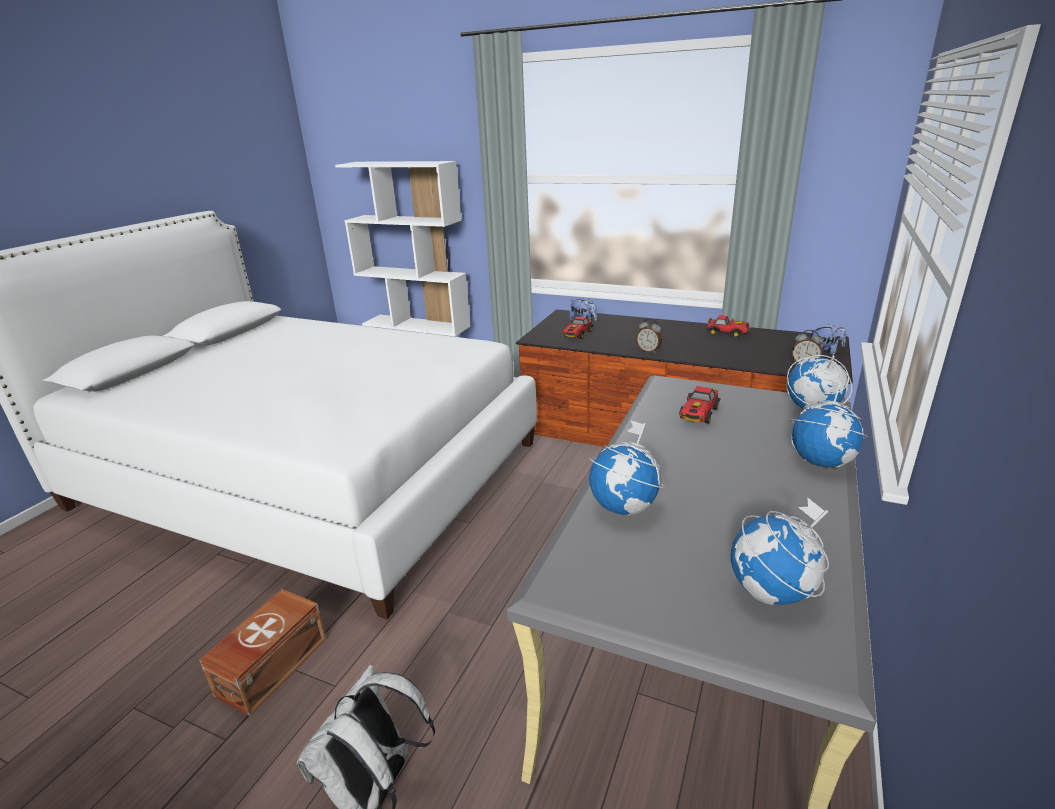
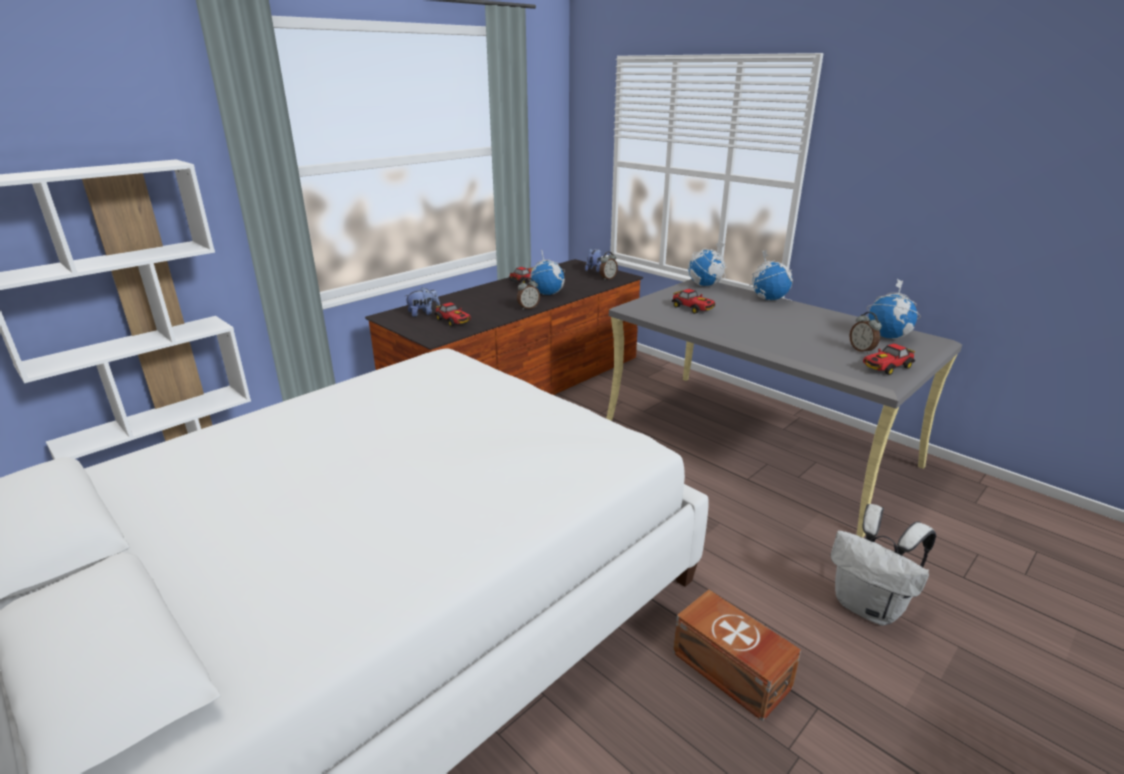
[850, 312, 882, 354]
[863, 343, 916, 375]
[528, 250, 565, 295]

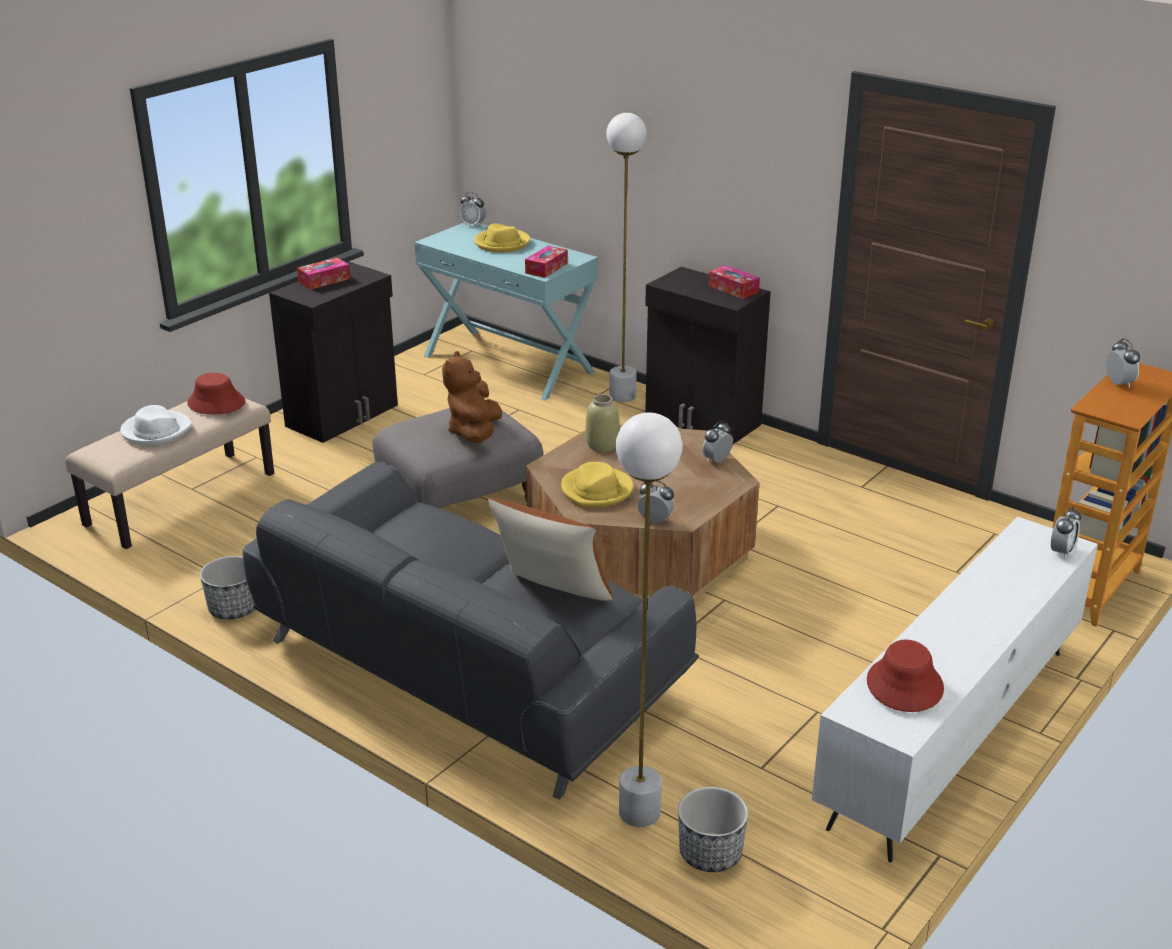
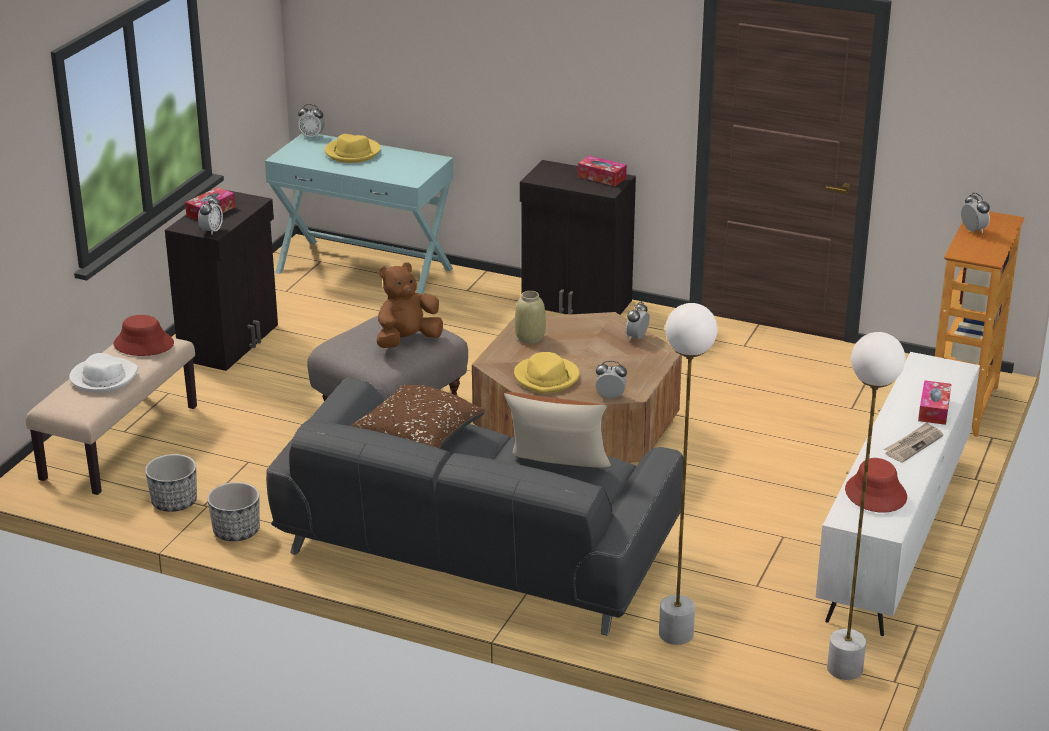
[350, 385, 485, 449]
[884, 422, 943, 462]
[918, 380, 952, 425]
[827, 332, 905, 680]
[145, 454, 197, 512]
[198, 195, 223, 235]
[377, 262, 443, 348]

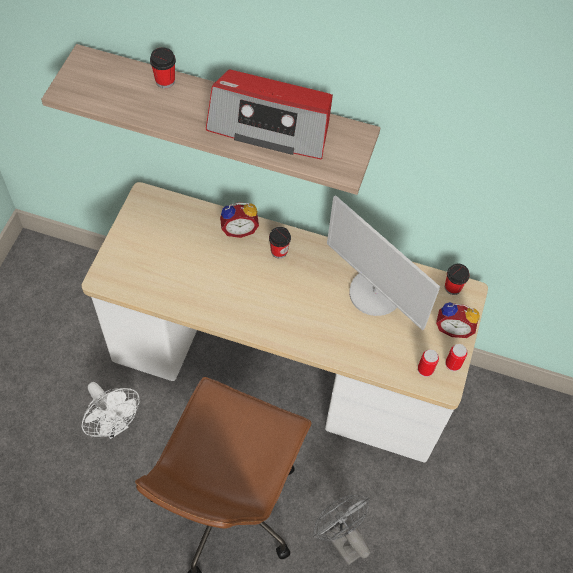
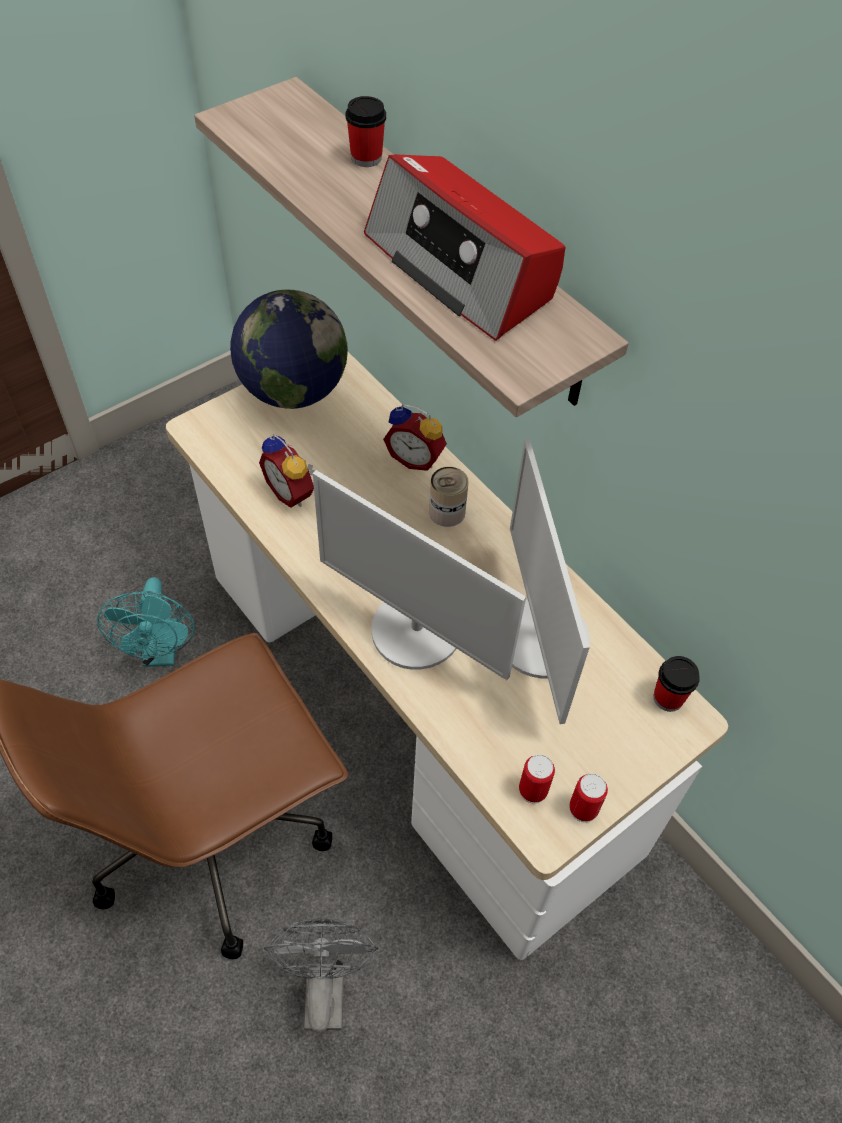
[230, 290, 348, 409]
[313, 470, 526, 680]
[259, 434, 315, 508]
[429, 467, 469, 527]
[97, 577, 195, 667]

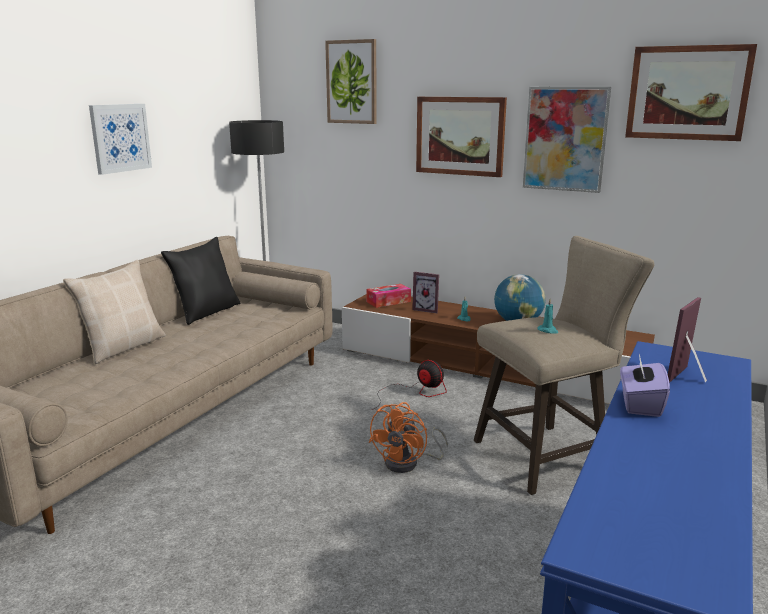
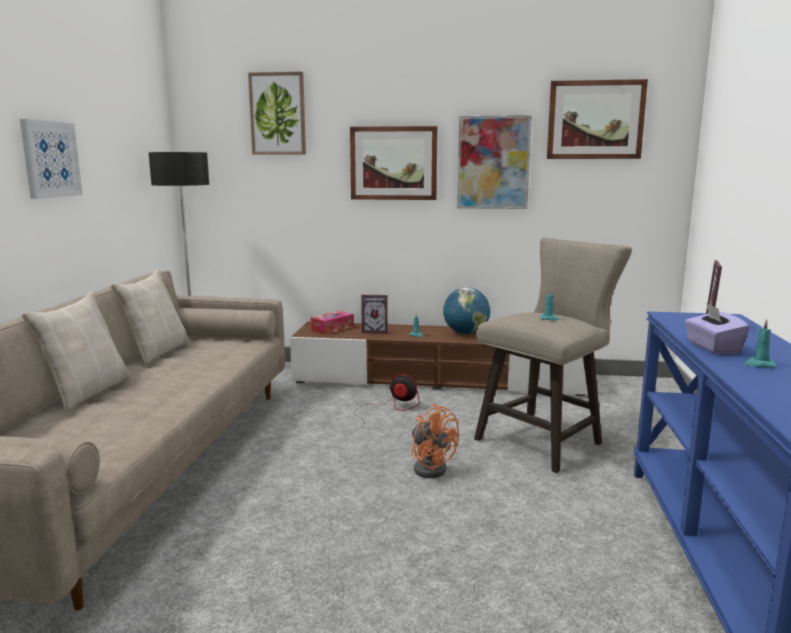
[743, 319, 776, 367]
[110, 270, 189, 364]
[411, 404, 459, 478]

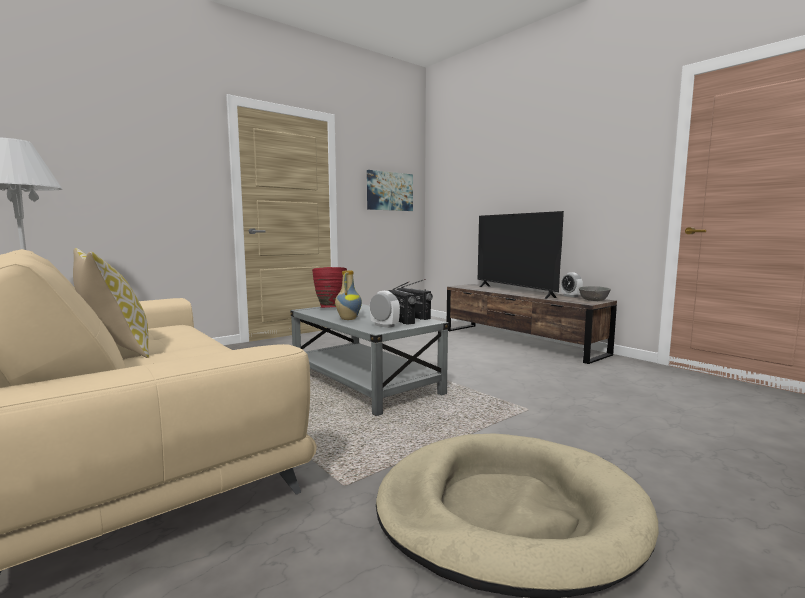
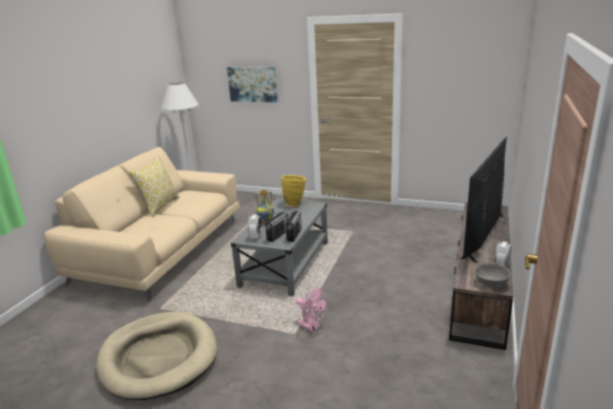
[296, 287, 327, 332]
[227, 67, 278, 102]
[281, 175, 306, 206]

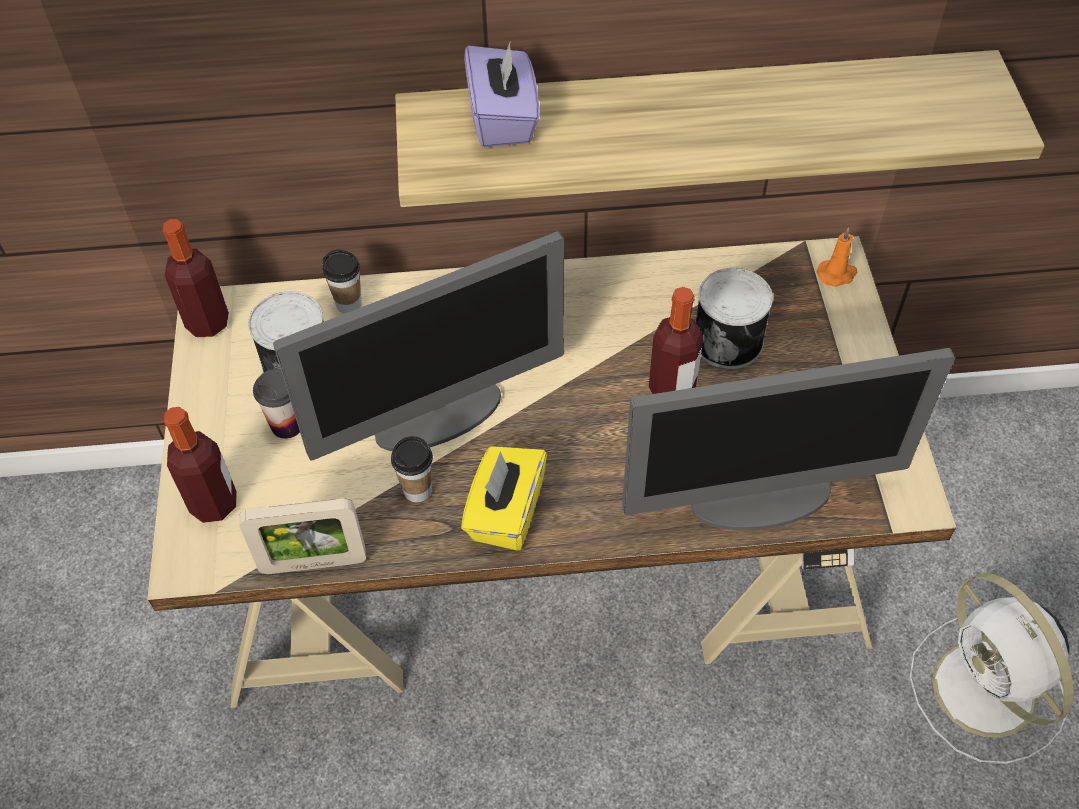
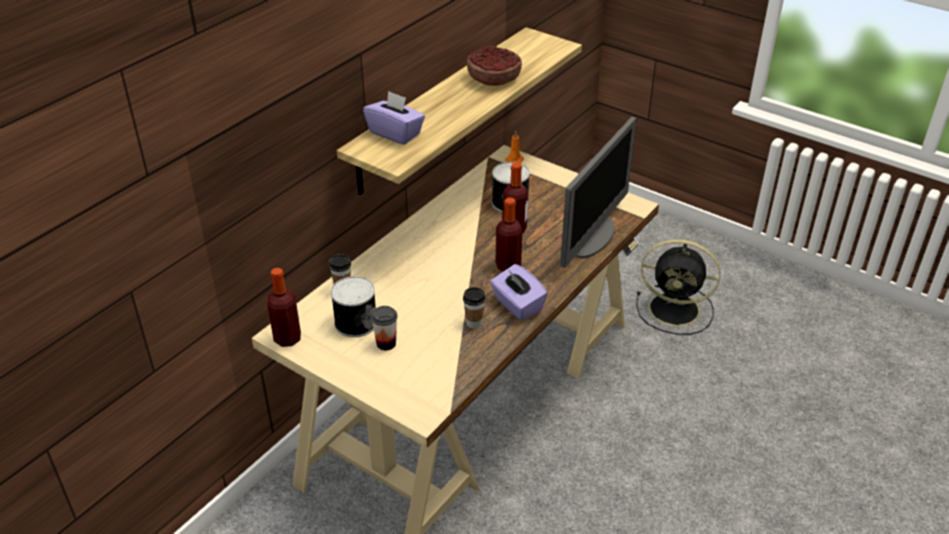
[239, 499, 366, 574] (first image)
[273, 232, 565, 461] (first image)
[467, 46, 522, 86]
[495, 197, 523, 271]
[490, 264, 548, 320]
[637, 239, 721, 335]

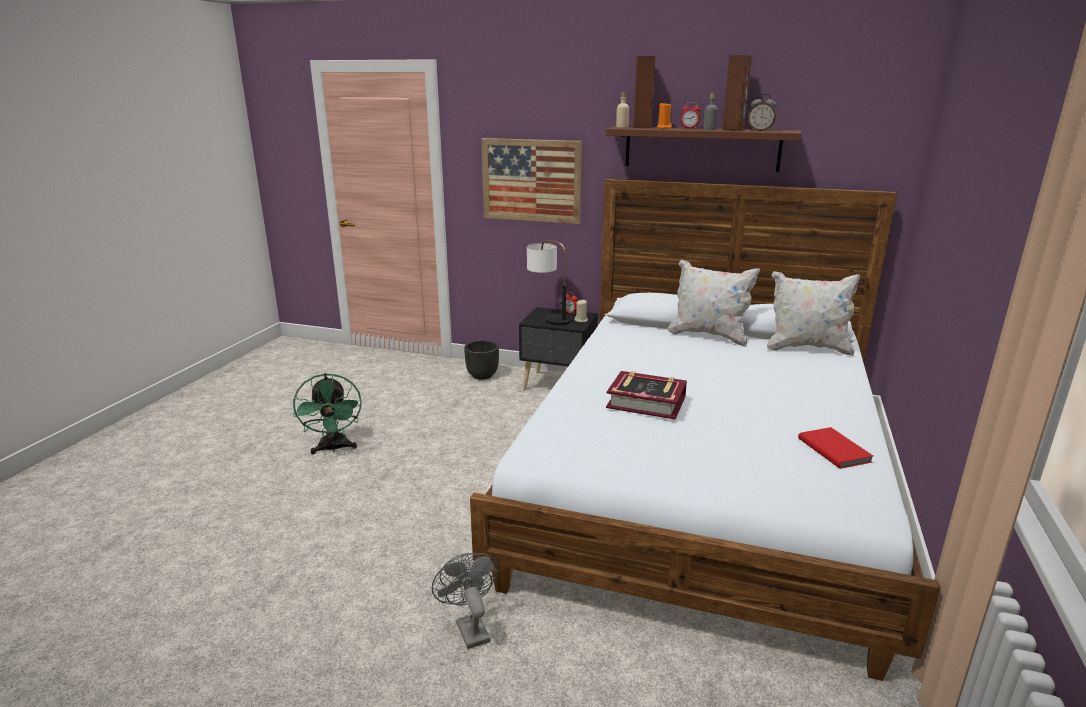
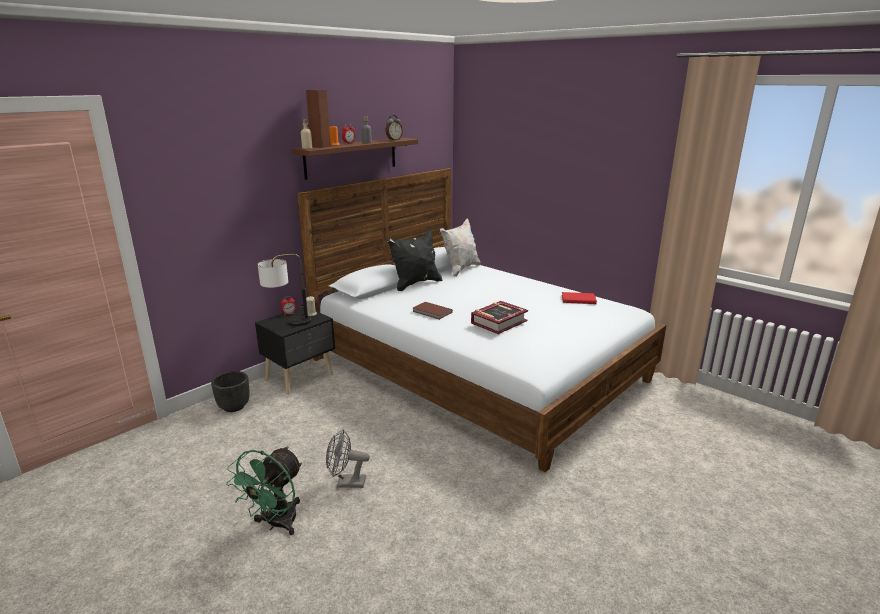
[481, 138, 582, 224] (first image)
[722, 55, 752, 131] (first image)
[412, 302, 453, 320]
[326, 429, 370, 488]
[386, 229, 442, 291]
[226, 446, 302, 535]

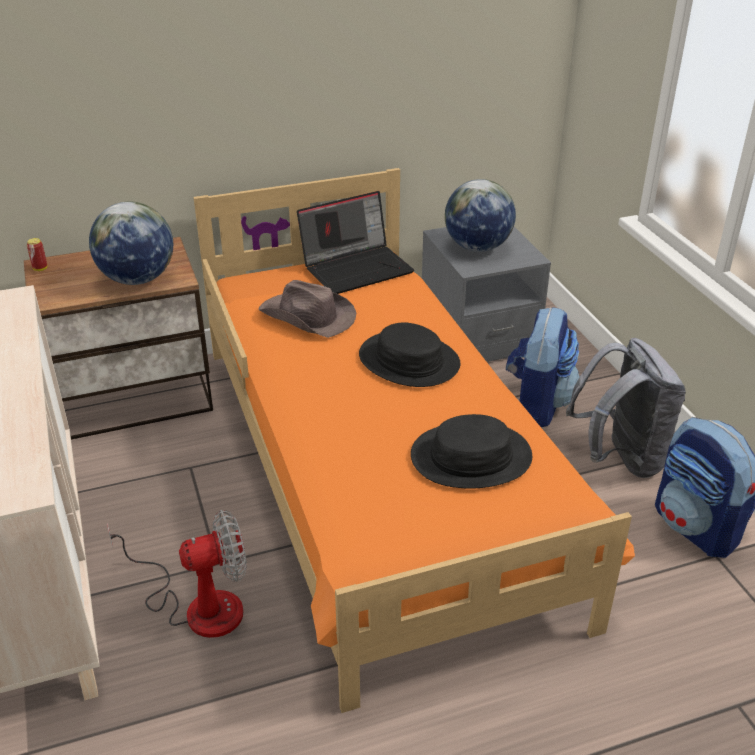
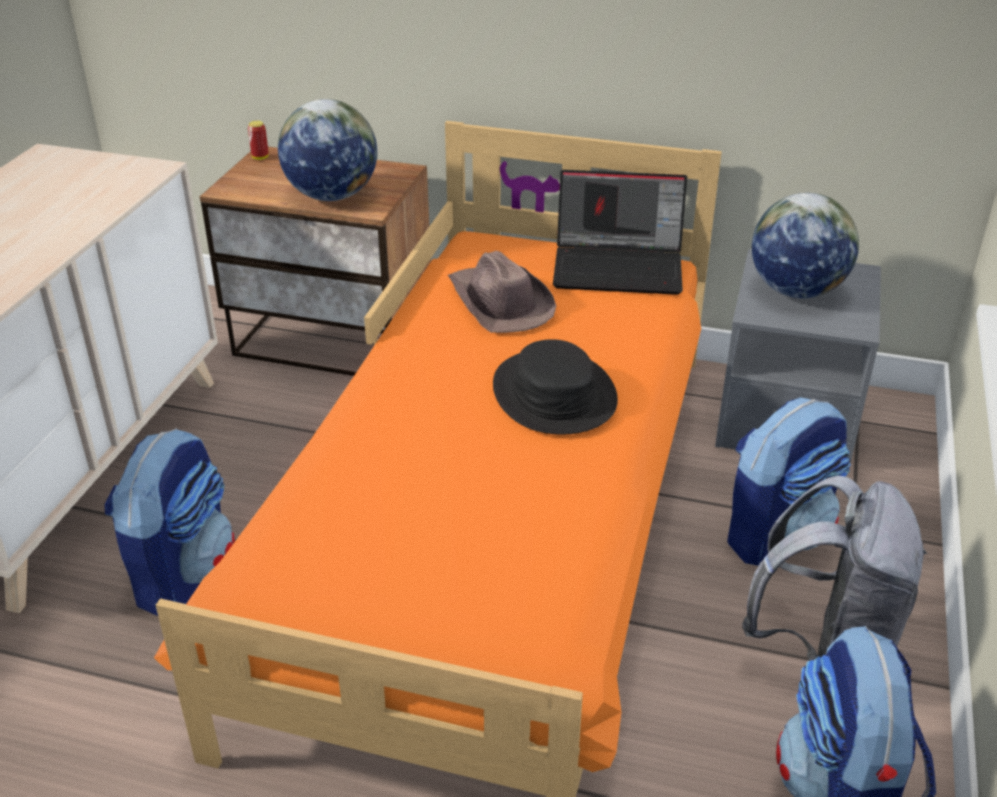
[411, 414, 532, 489] (first image)
[105, 429, 235, 616]

